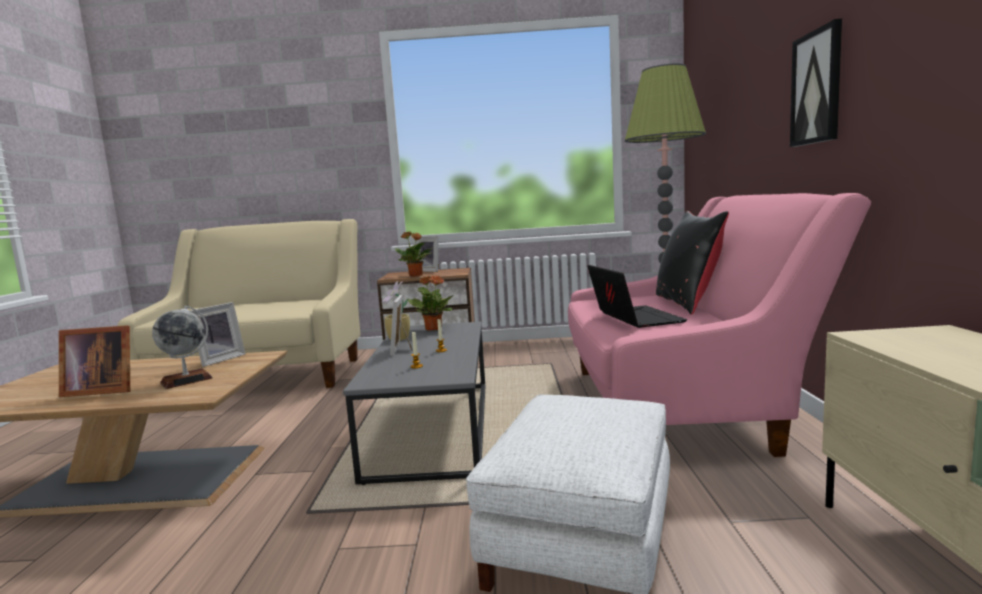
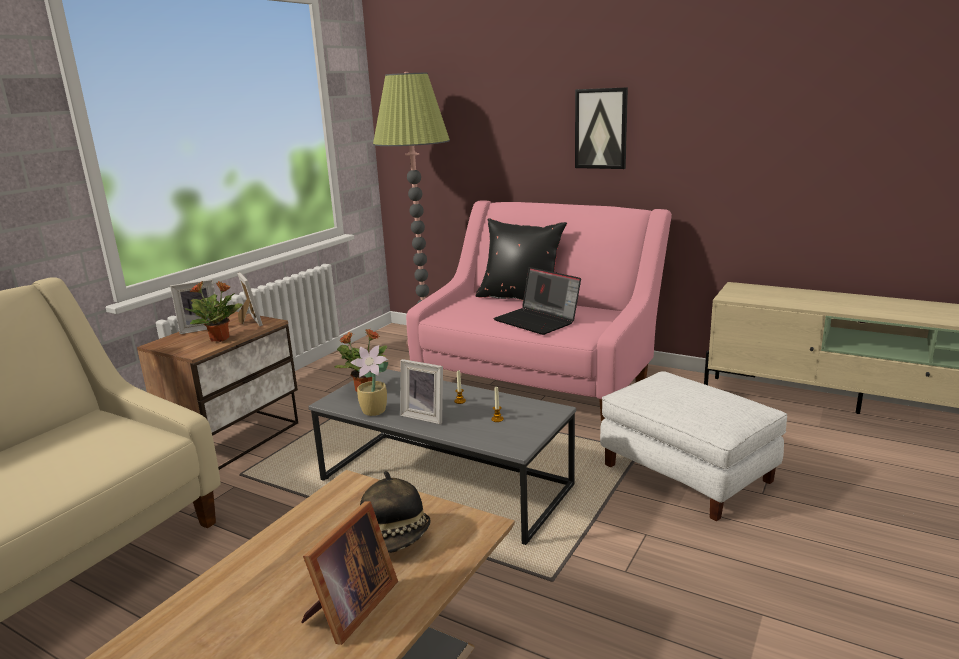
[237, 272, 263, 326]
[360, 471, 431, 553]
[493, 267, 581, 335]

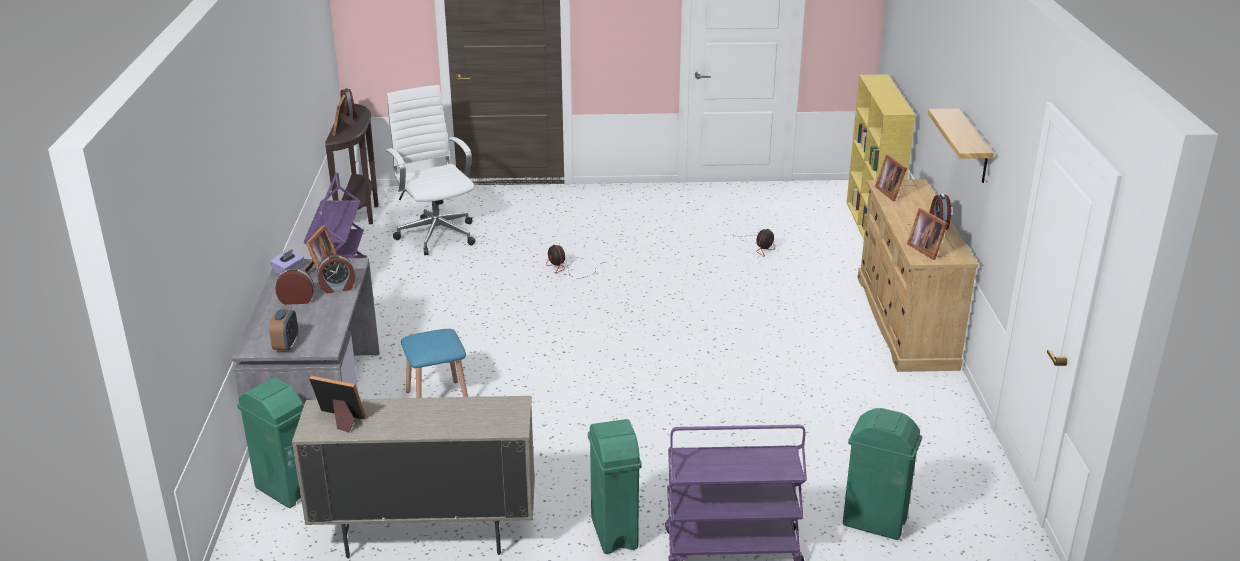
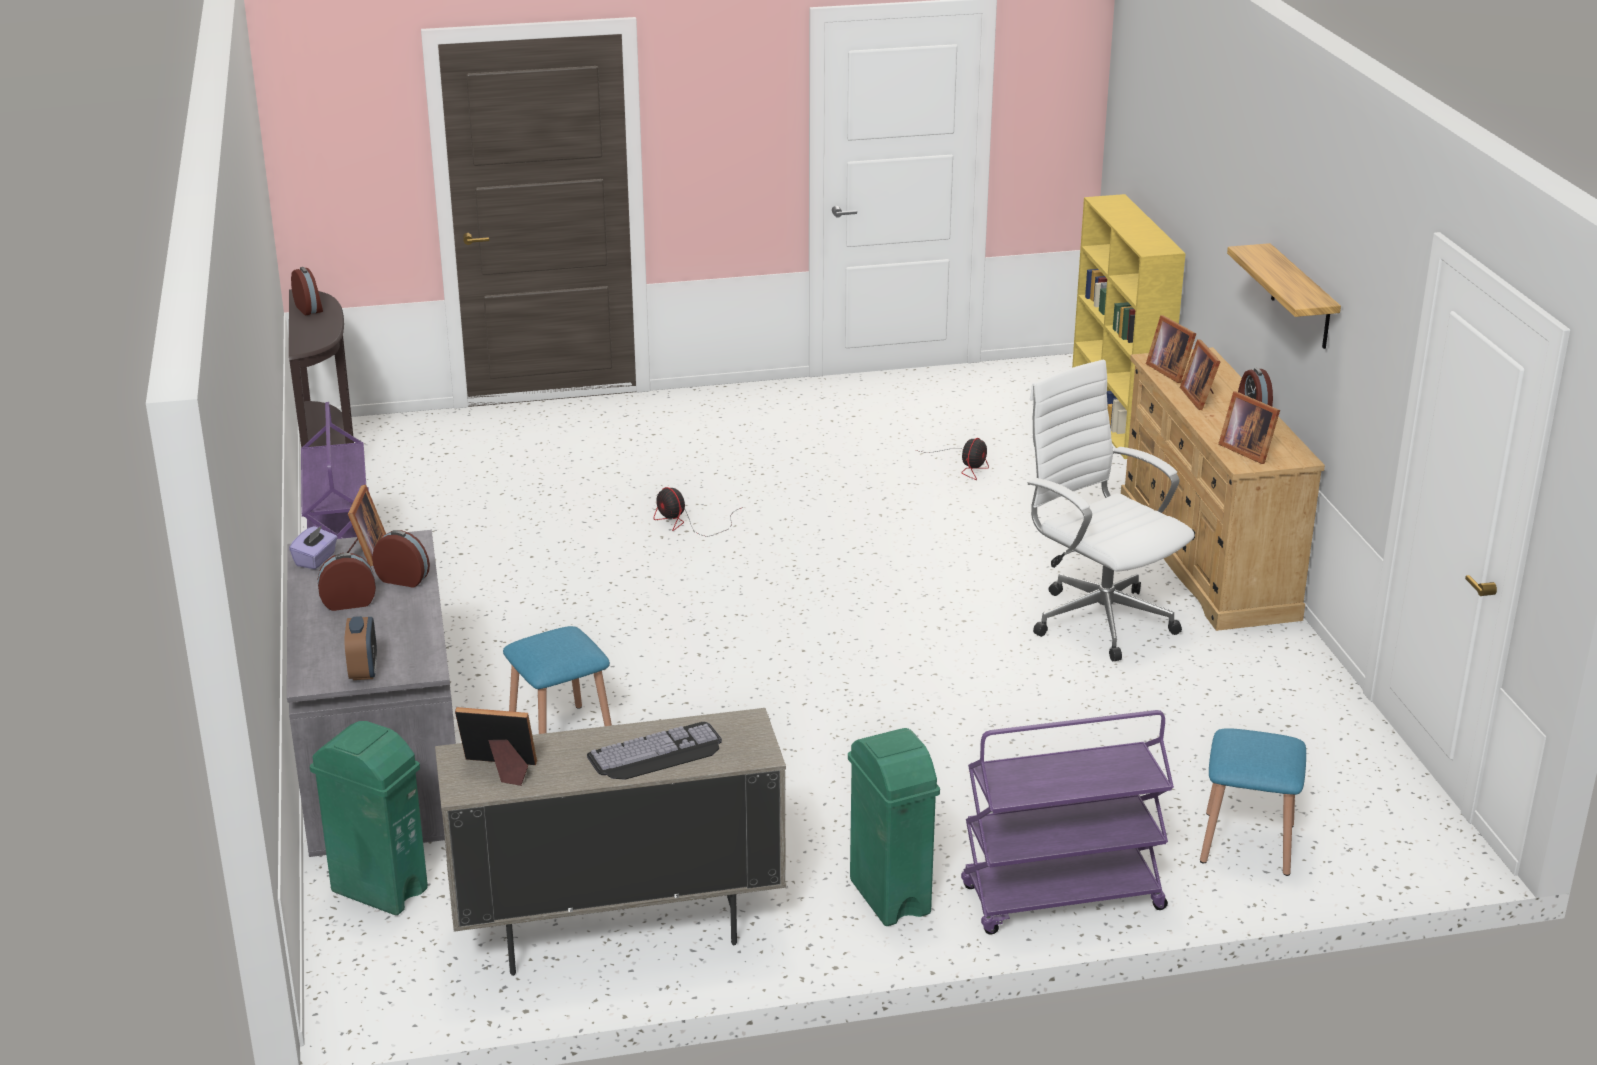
[587, 722, 722, 780]
[1180, 339, 1221, 410]
[1027, 359, 1195, 661]
[1200, 728, 1306, 876]
[372, 530, 430, 587]

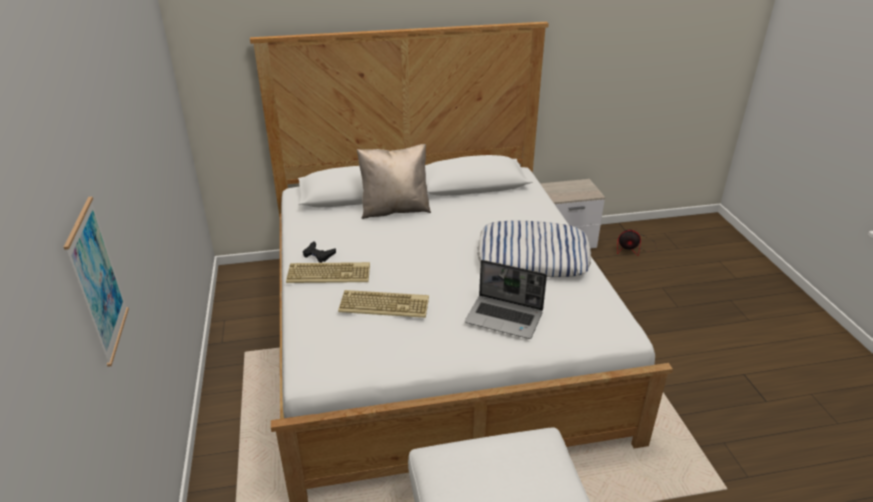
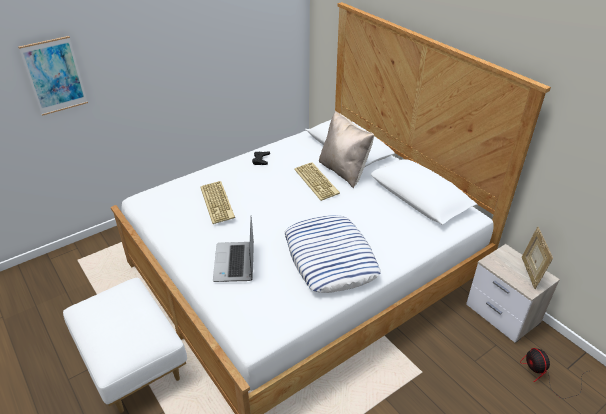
[522, 227, 553, 289]
[294, 162, 340, 201]

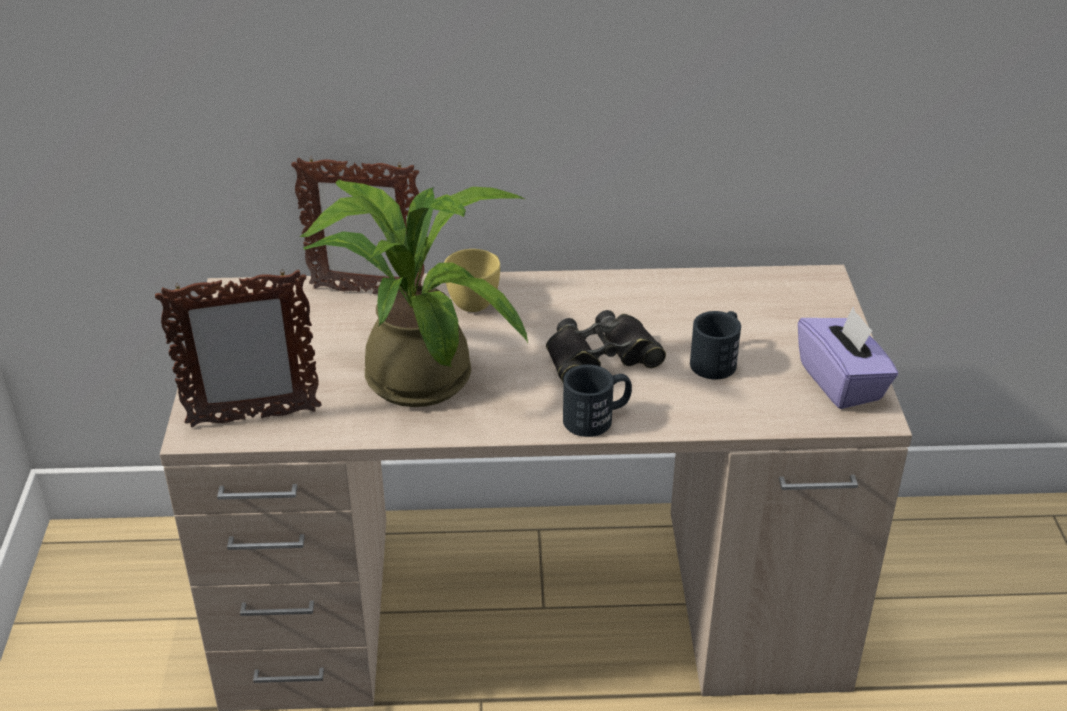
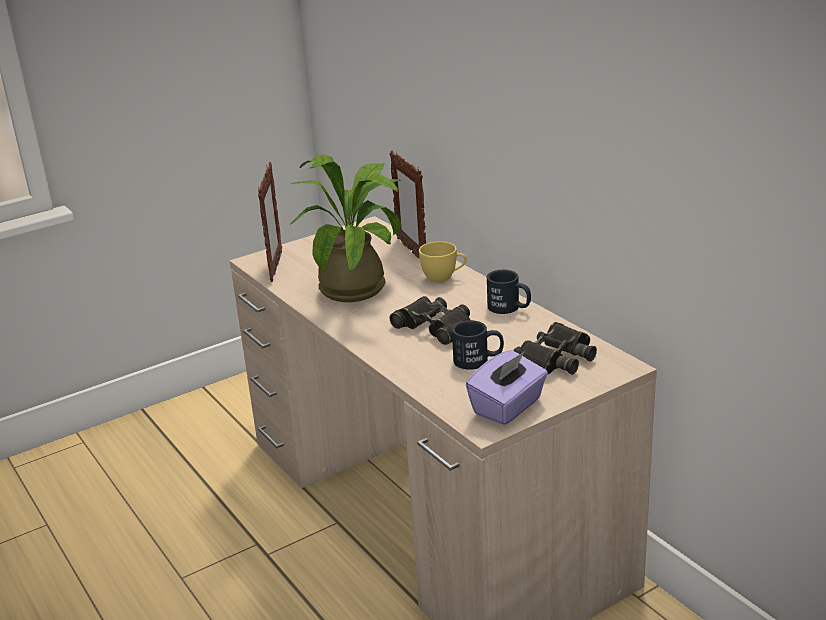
[513, 322, 597, 375]
[487, 270, 531, 314]
[258, 162, 282, 282]

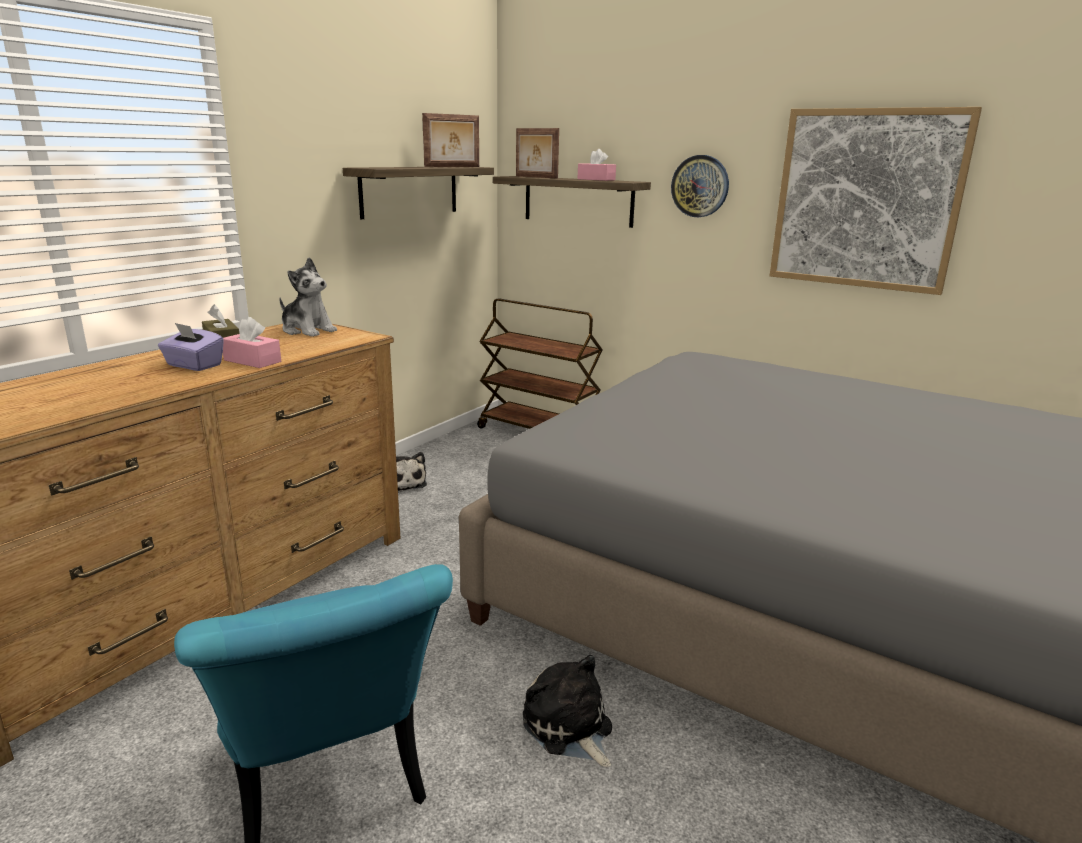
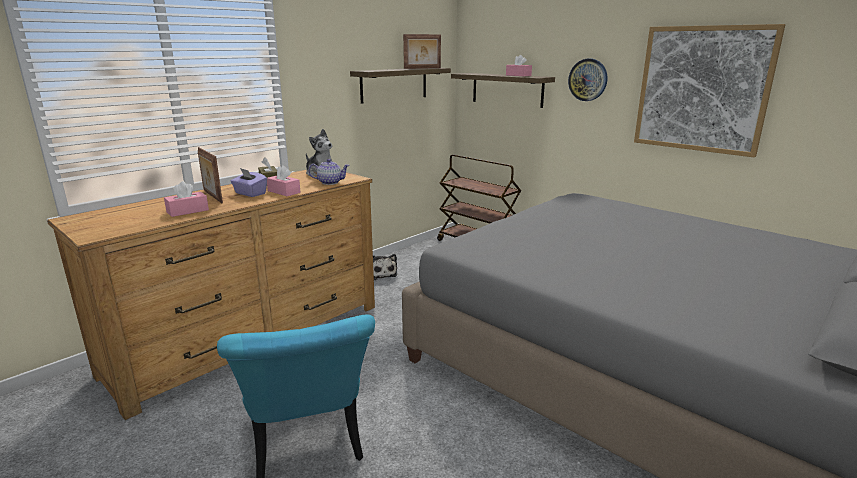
[523, 655, 612, 767] (first image)
[164, 181, 209, 217]
[309, 159, 350, 185]
[198, 147, 223, 203]

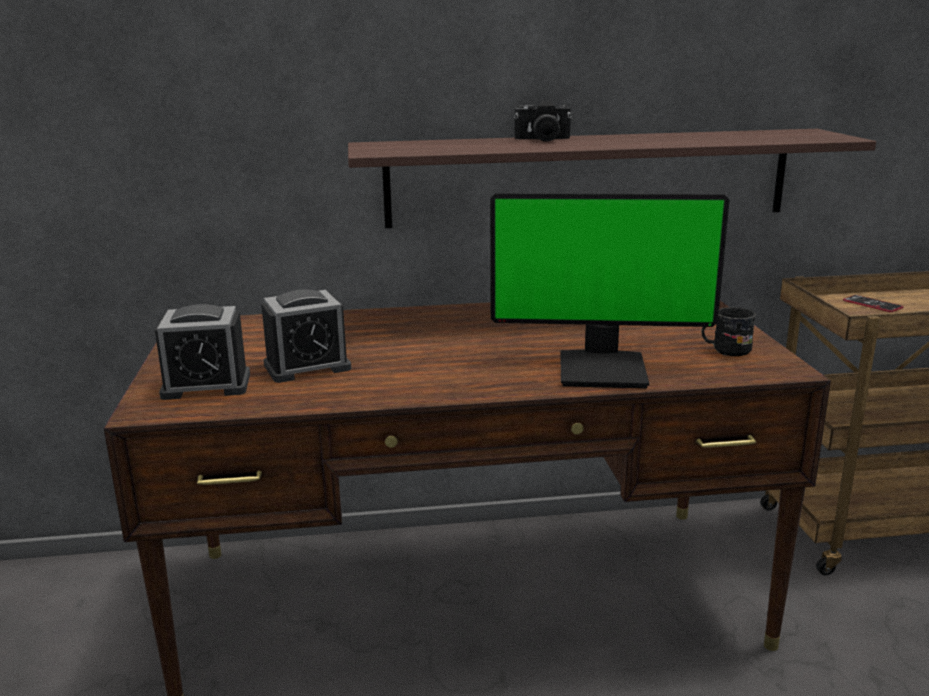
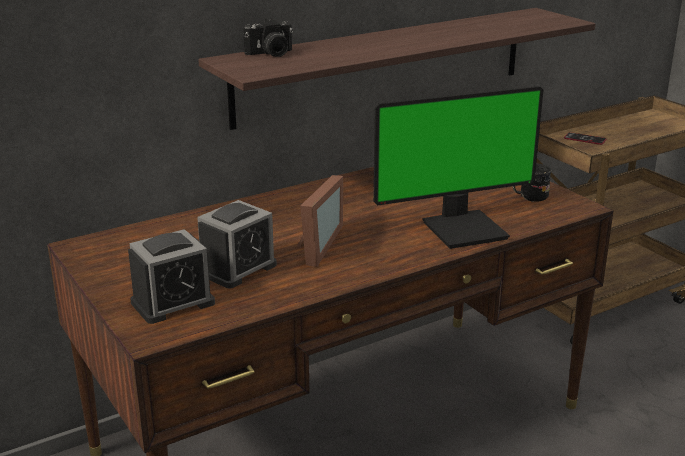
[297, 175, 343, 267]
[243, 18, 293, 57]

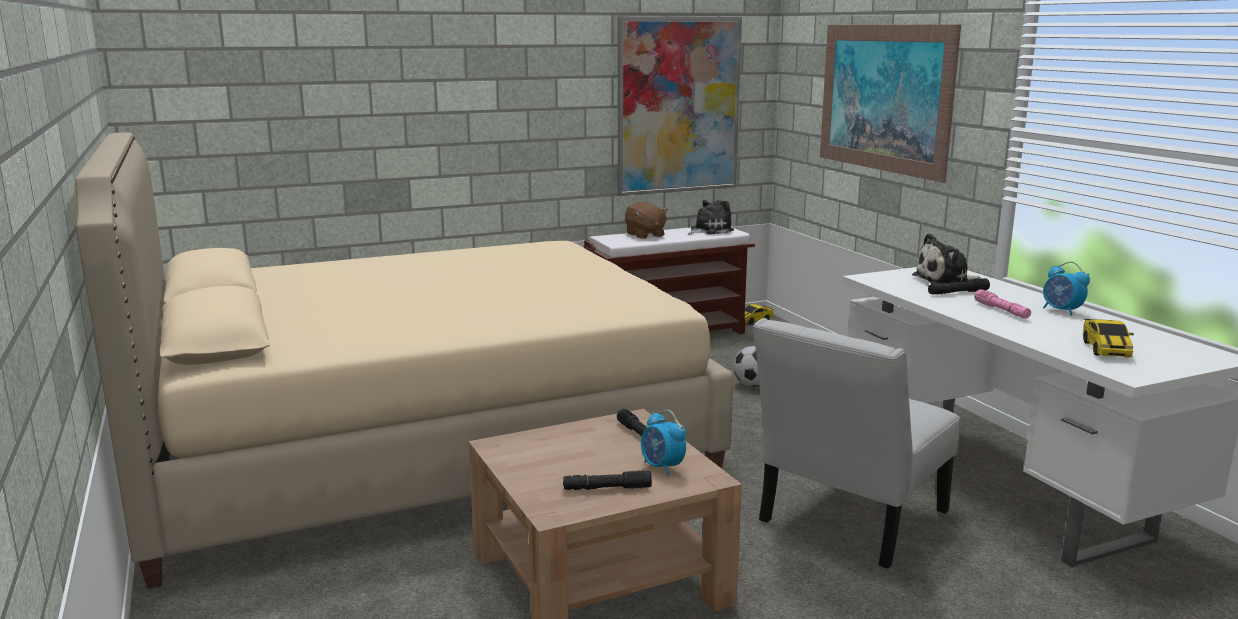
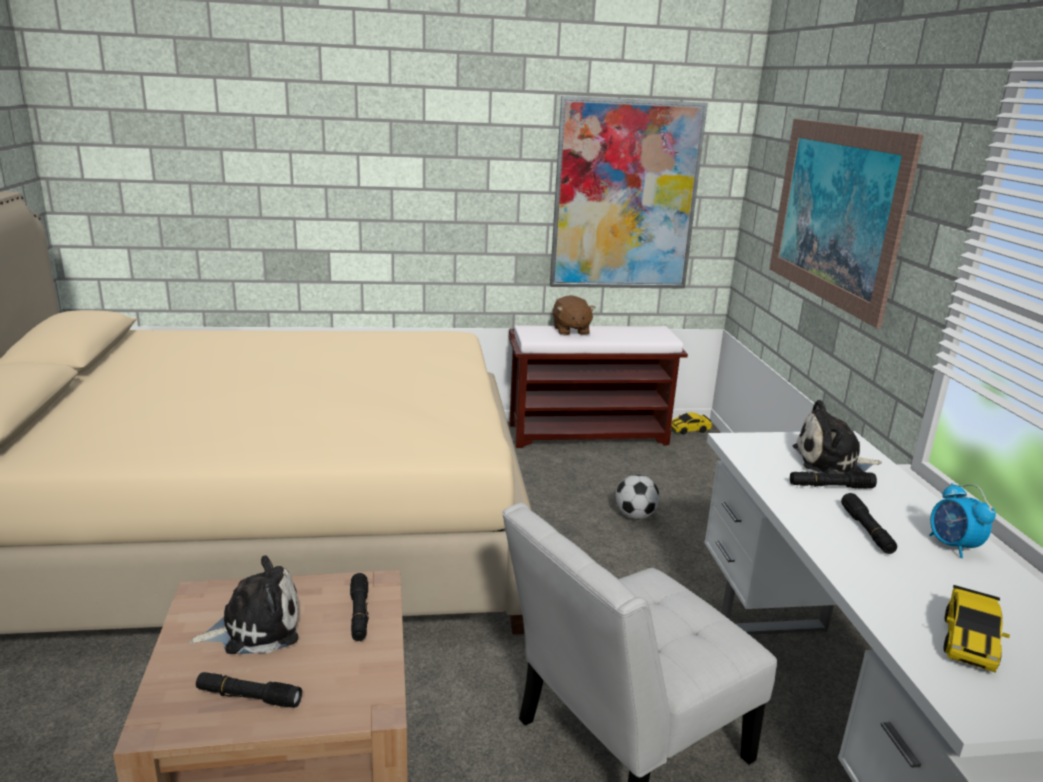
[641, 410, 686, 476] (first image)
[189, 555, 299, 654]
[841, 493, 897, 554]

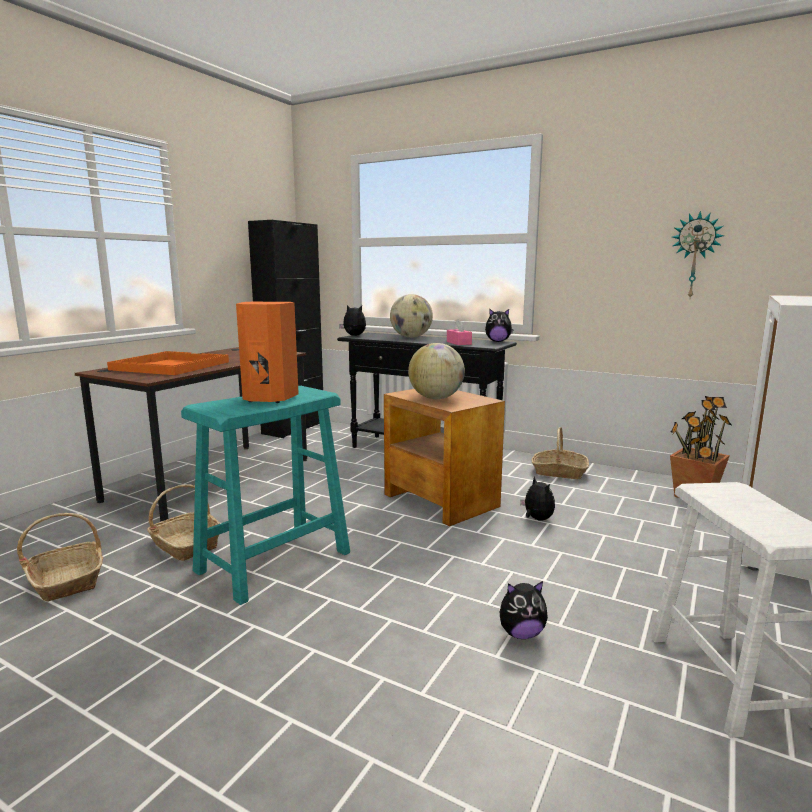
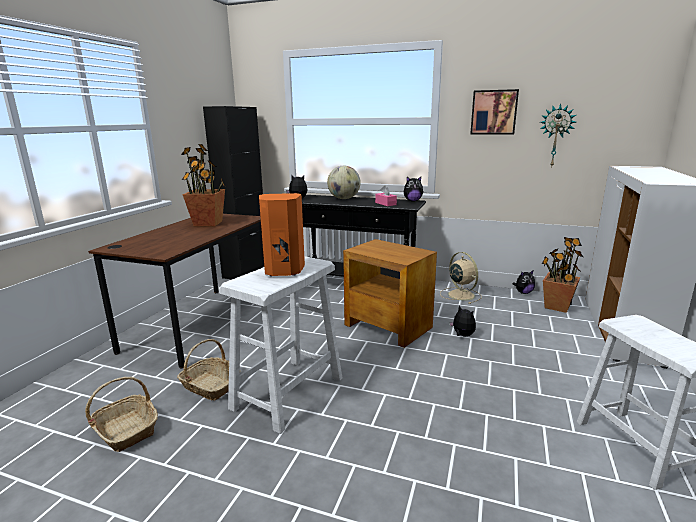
[107, 351, 229, 375] (first image)
[408, 343, 465, 399] (first image)
[181, 144, 225, 226]
[470, 89, 519, 135]
[513, 270, 535, 294]
[440, 252, 482, 304]
[219, 256, 342, 434]

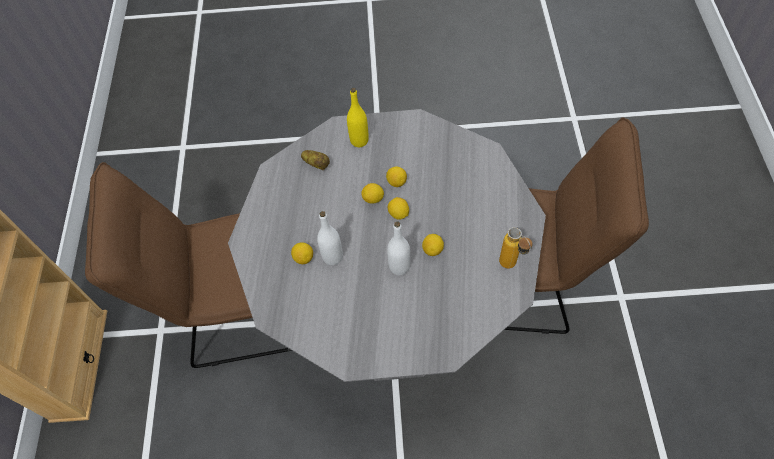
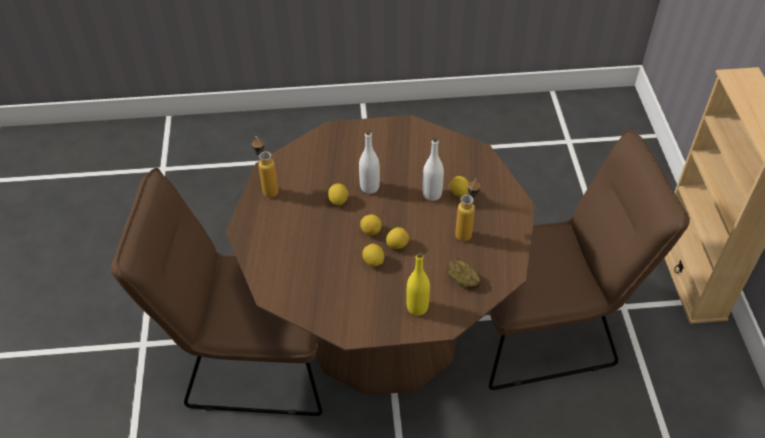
[455, 178, 480, 241]
[226, 115, 536, 396]

